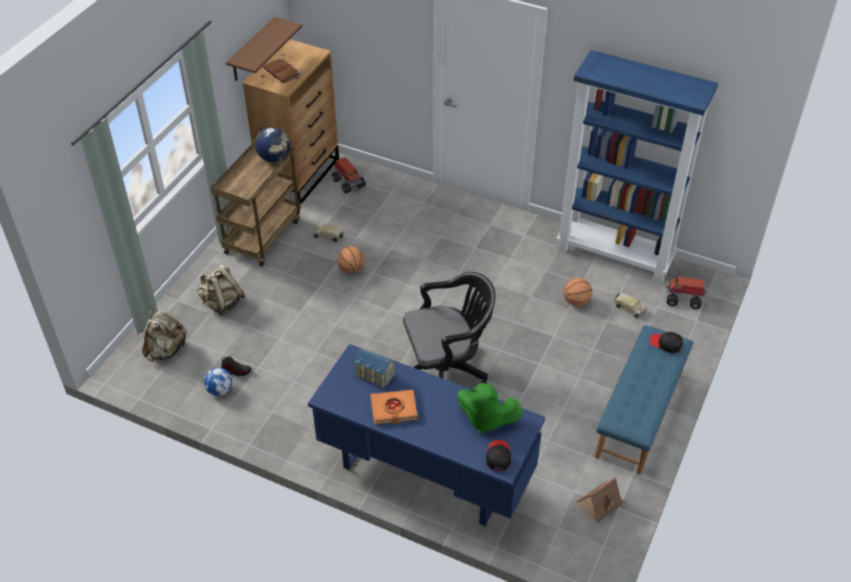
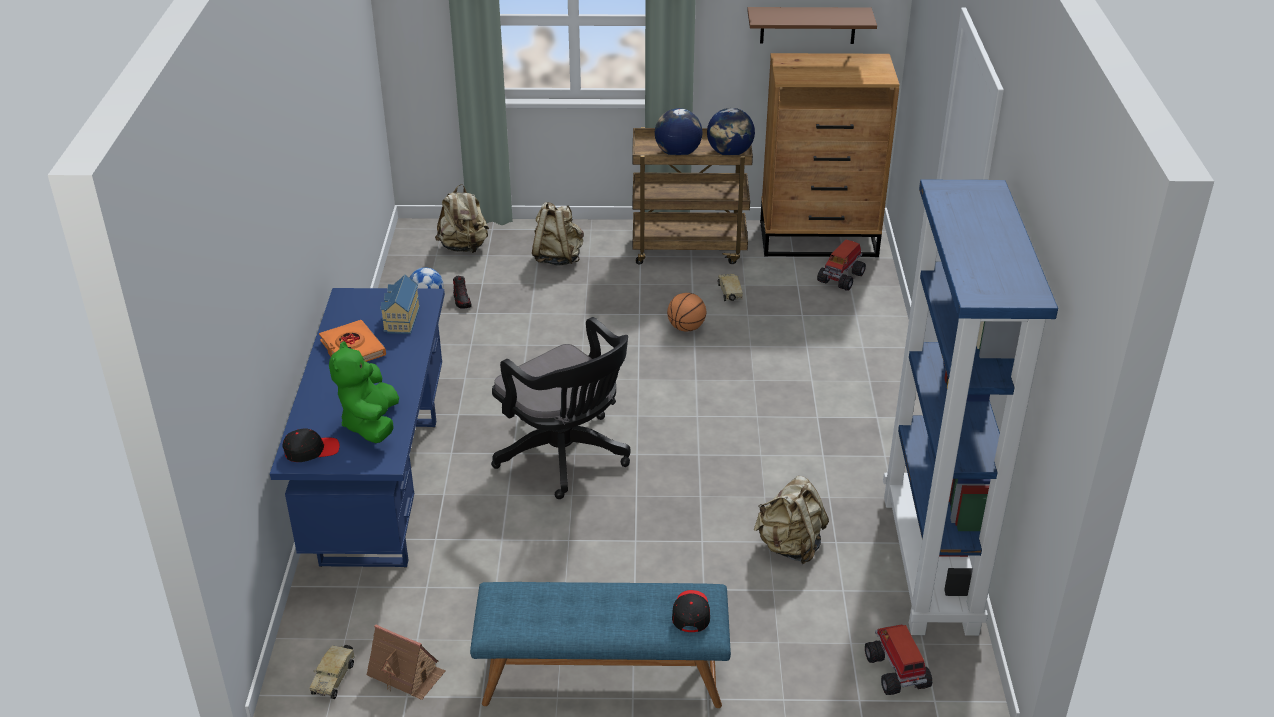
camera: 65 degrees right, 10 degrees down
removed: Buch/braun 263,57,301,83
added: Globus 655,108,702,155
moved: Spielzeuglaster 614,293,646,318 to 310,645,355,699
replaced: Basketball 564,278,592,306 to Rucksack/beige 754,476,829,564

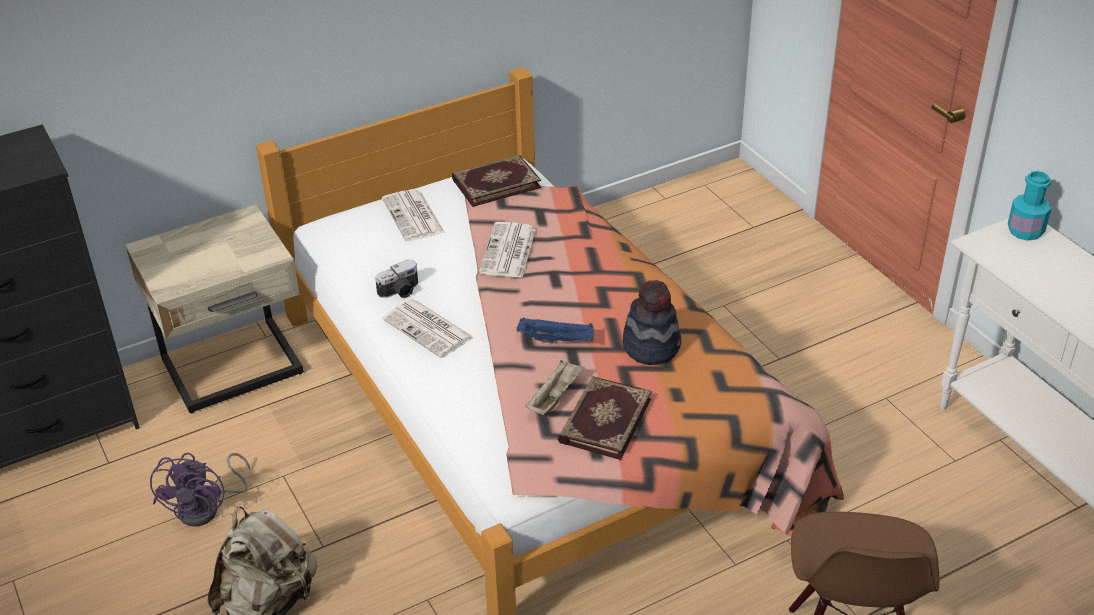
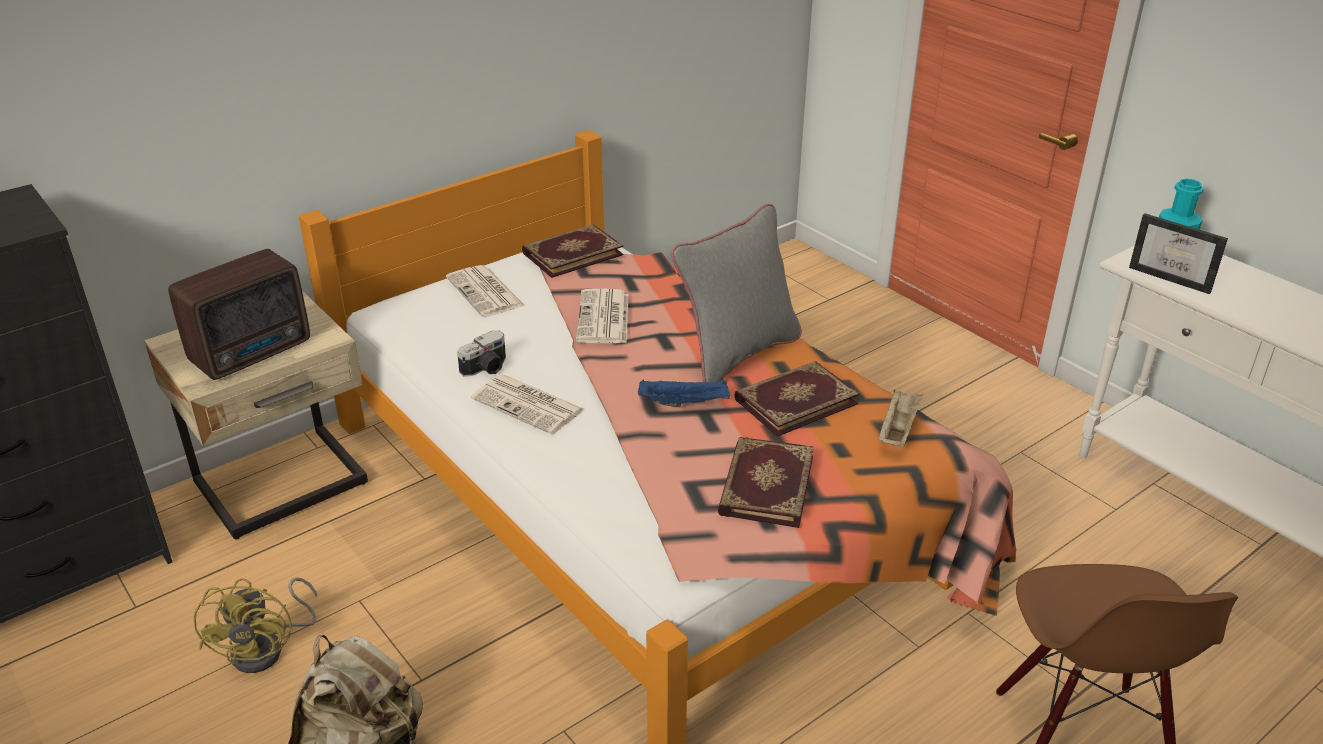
camera: 10 degrees left, 5 degrees down
added: Kissen/grau 671,204,802,383; Bilderrahmen 1129,213,1228,294; Radio 168,249,310,380
moved: Tablett/beige 526,360,585,415 to 878,389,923,447
replaced: Hut 623,280,681,365 to Buch 735,361,860,437
recoloured: Ventilator/lila 150,453,250,527 to Ventilator/gelb 194,578,317,673

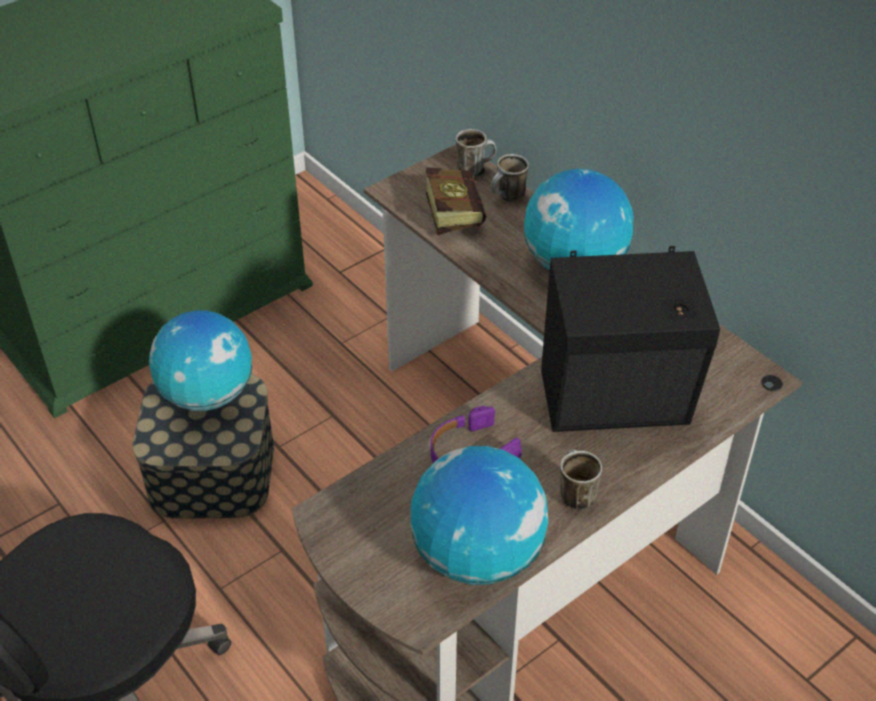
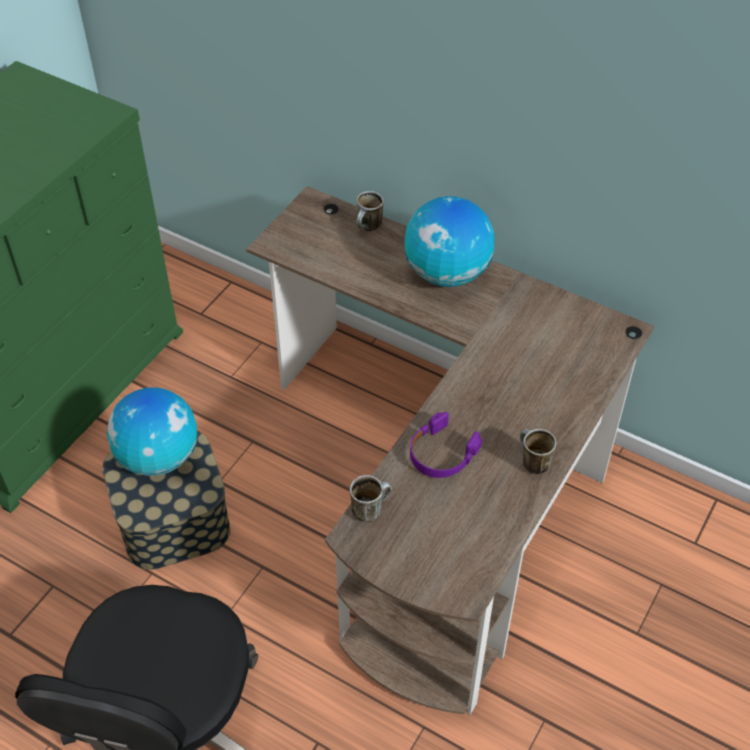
camera: 20 degrees left, 5 degrees up
removed: Buch 426,167,486,235; Lautsprecher/schwarz 541,246,720,432; Globus 411,446,548,585
moved: Henkelbecher 456,129,497,176 to 350,475,392,522

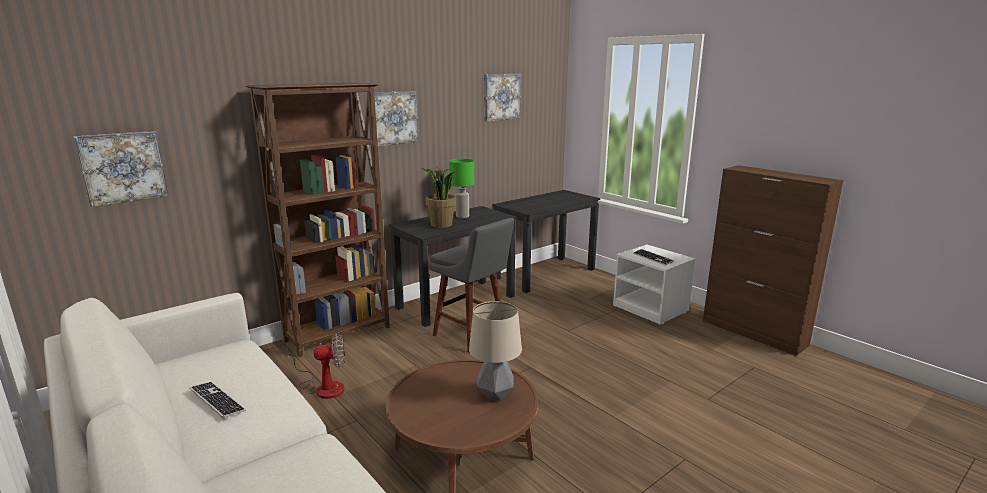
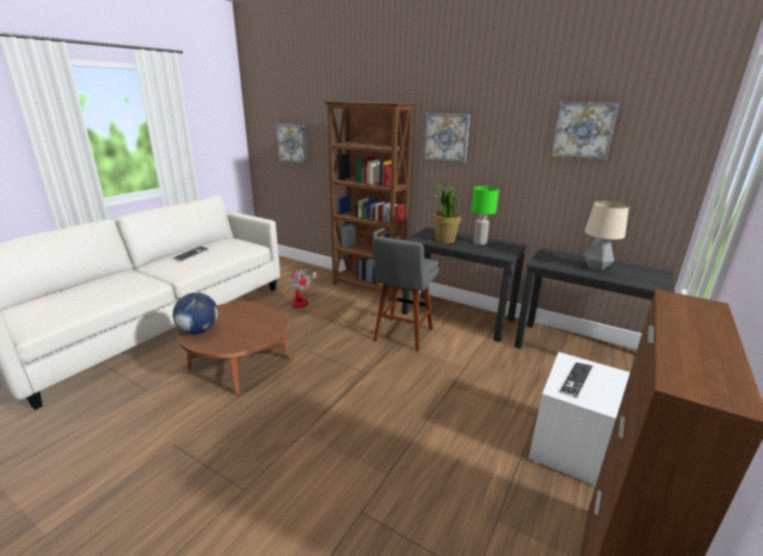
camera: 70 degrees right, 5 degrees up
added: Globus 173,293,218,334
moved: Tischlampe 469,301,522,401 to 584,201,629,271

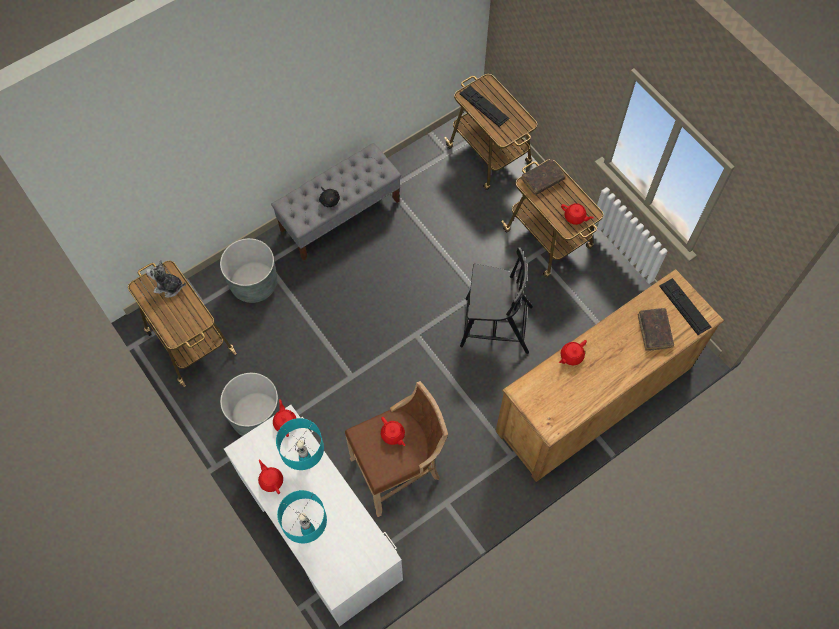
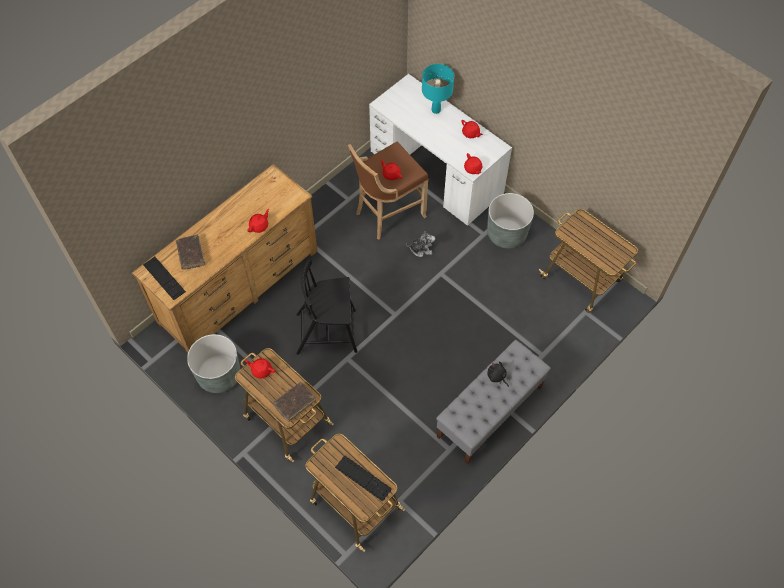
camera: 170 degrees right, 5 degrees down
removed: Tischlampe/türkis 276,418,324,470
moved: Pflanzkübel/grau 220,238,277,303 to 187,334,240,393; Plüschtier 146,260,186,298 to 406,231,435,257

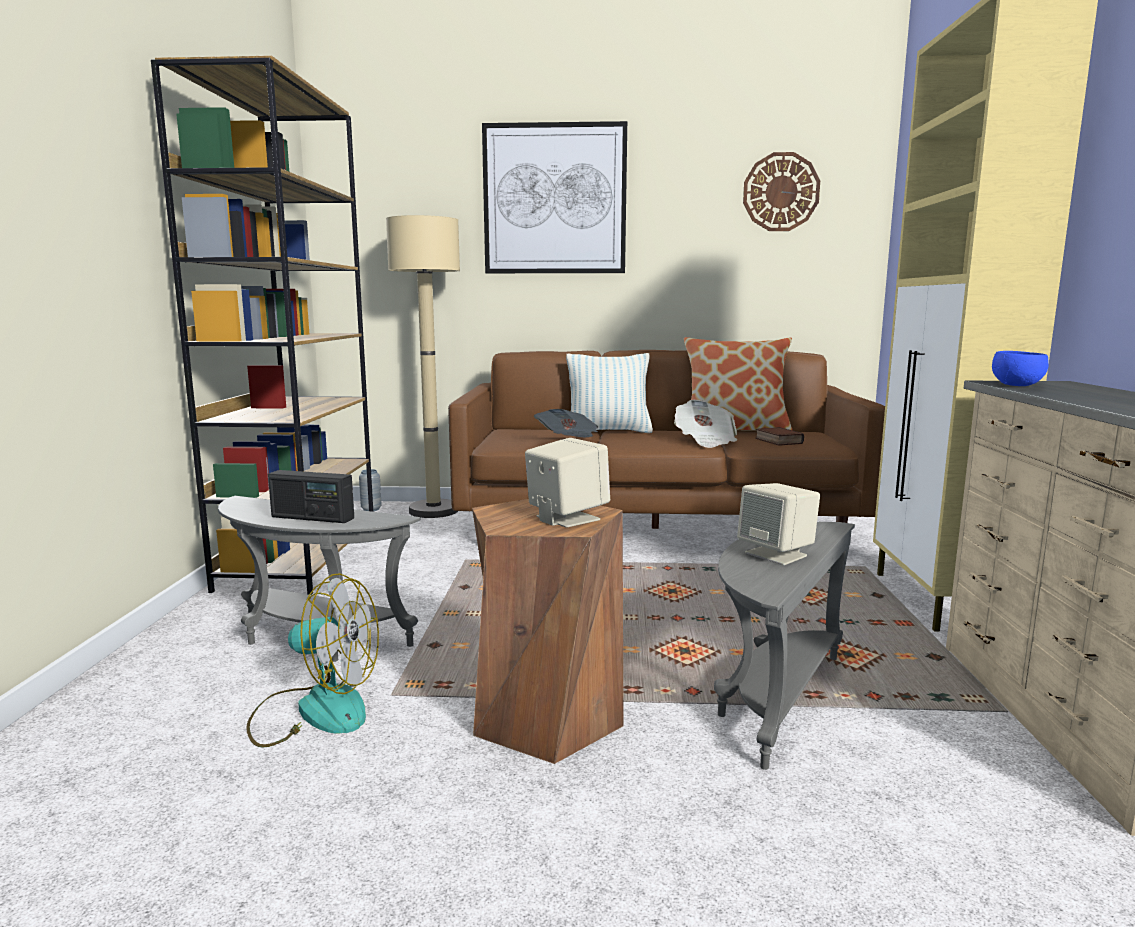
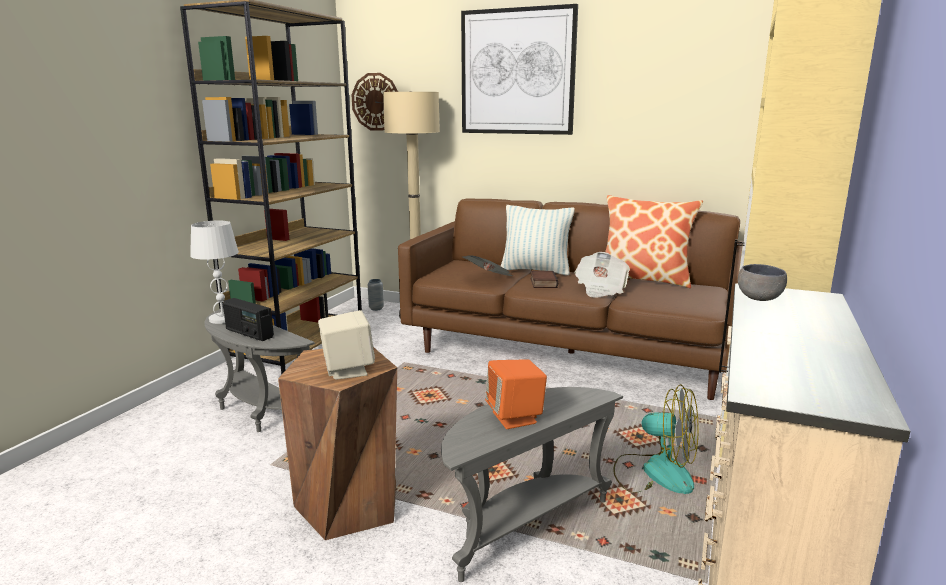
camera: 20 degrees right, 5 degrees up
added: Tischlampe/weiß 190,221,239,324
moved: Wanduhr 743,152,820,231 to 351,73,398,131; Buch 755,427,804,446 to 530,271,558,288; Ventilator 246,573,379,748 to 613,384,699,494
recoloured: Schüssel/blau 992,351,1049,386 to Schüssel/grau 738,264,787,301; Lautsprecher/beige 737,483,820,565 to Lautsprecher/orange 485,359,547,429

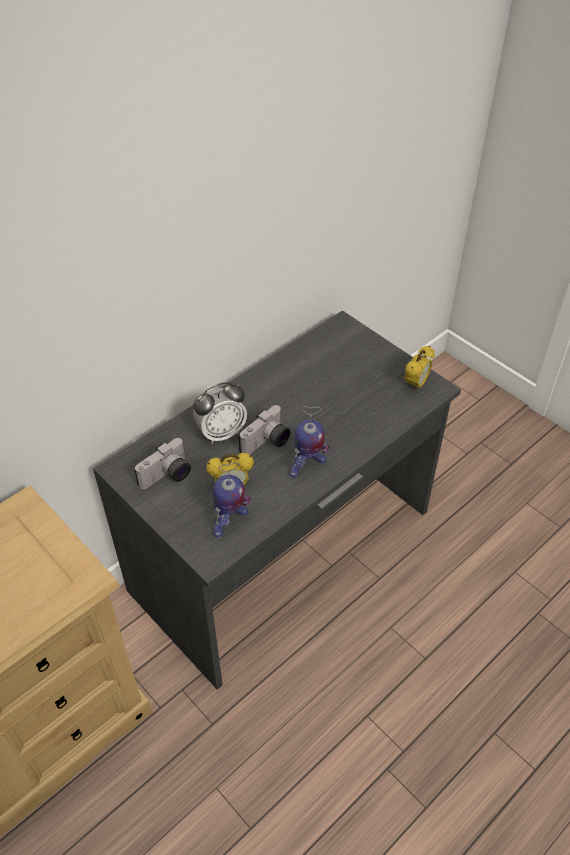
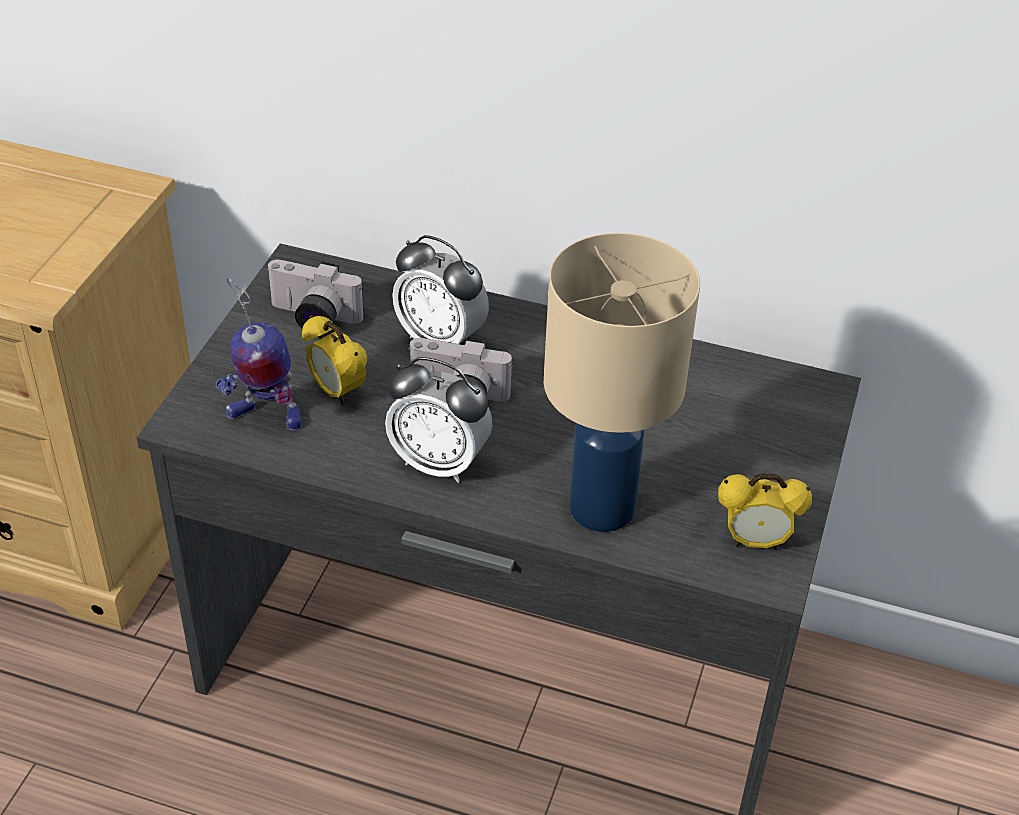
camera: 60 degrees right, 5 degrees down
added: Tischlampe/beige 544,233,700,532
replaced: Spielzeugroboter 290,406,330,478 to Wecker 385,357,492,483

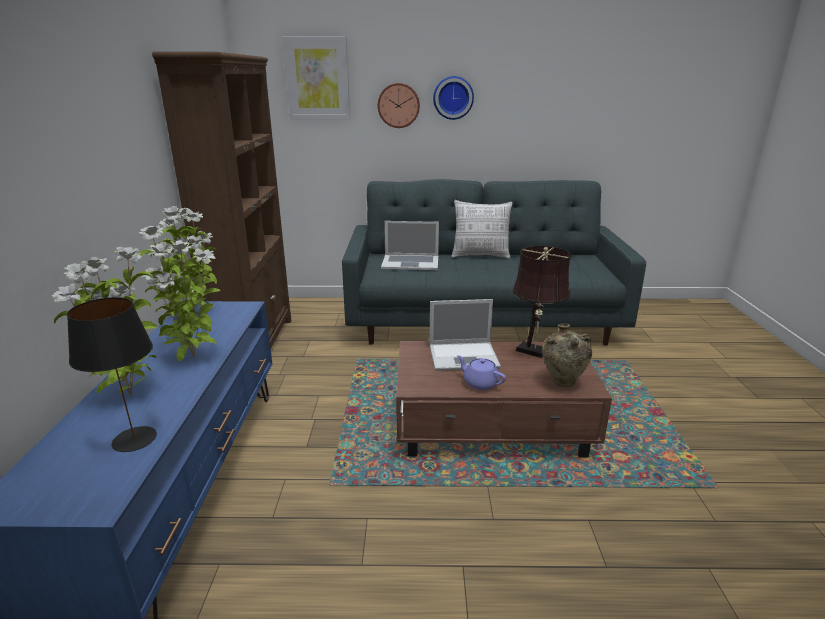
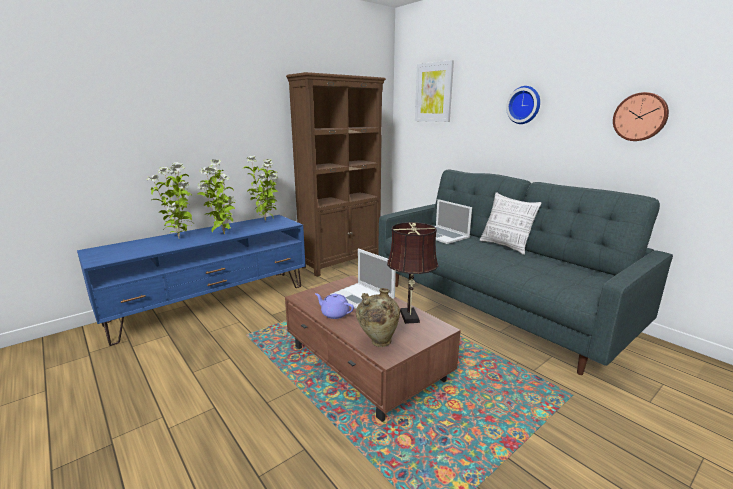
camera: 50 degrees right, 5 degrees down
removed: Tischlampe/schwarz 67,297,157,452
moved: Wanduhr 378,83,420,128 to 613,92,669,141
turned: Teekanne/lila 457,355,506,390 = 315,293,354,319 60 degrees counterclockwise

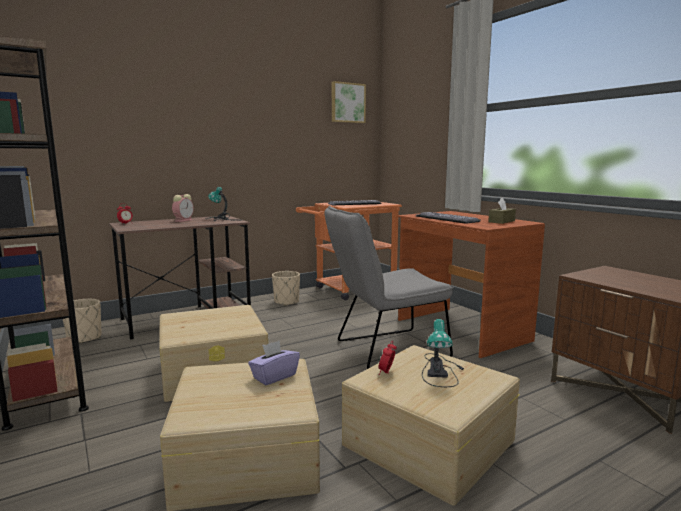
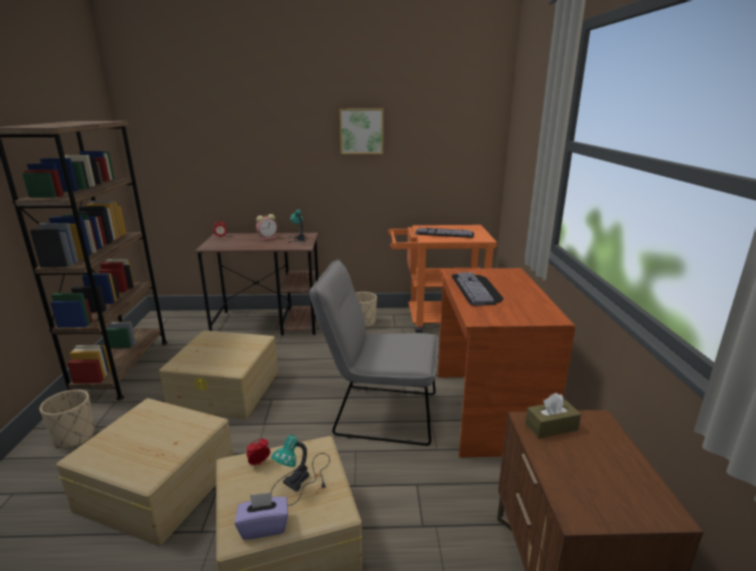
camera: 30 degrees right, 10 degrees up
moved: Bild 332,81,366,123 to 340,109,384,154; Taschentuchbox/braun 488,197,516,224 to 525,393,581,438; Pflanzkübel/beige 63,299,102,343 to 39,389,95,448; Taschentuchbox/lila 248,340,300,385 to 235,492,288,540

